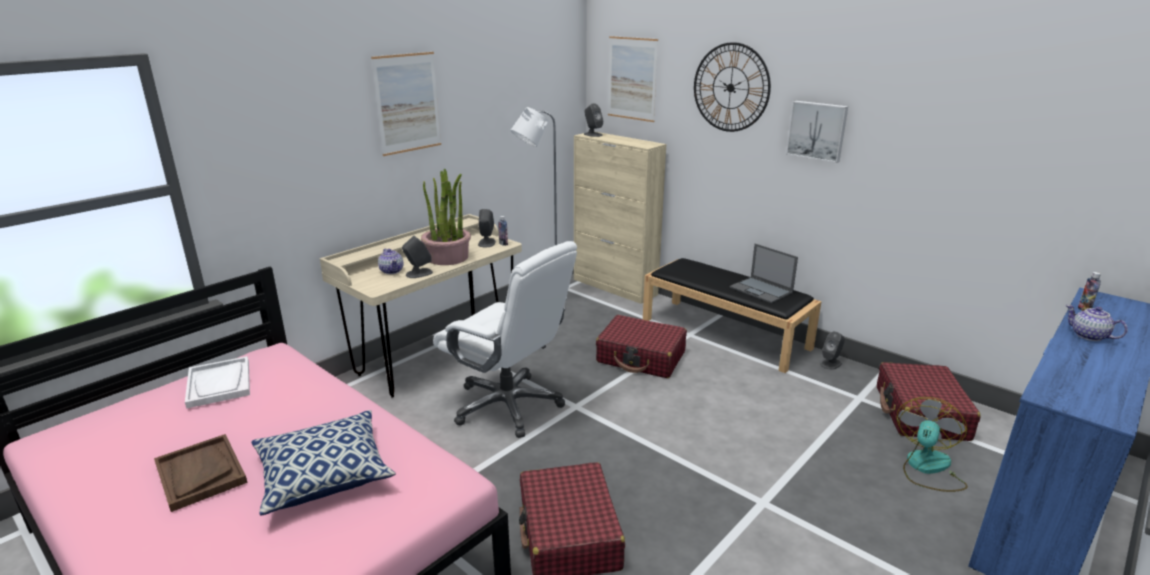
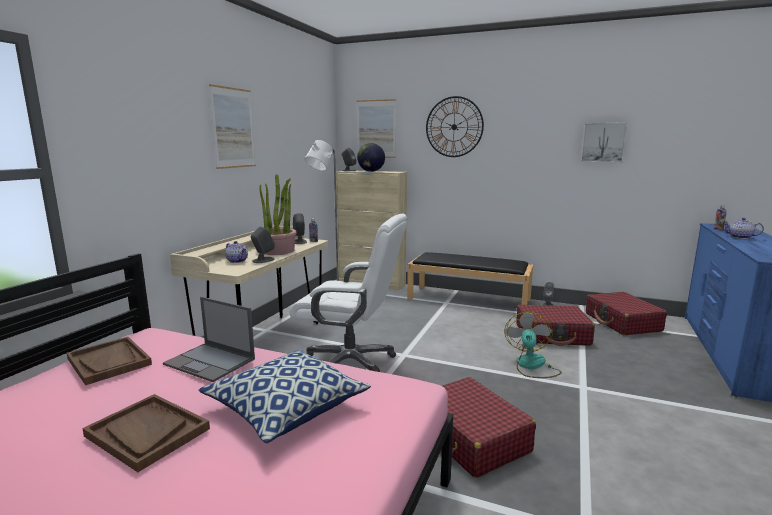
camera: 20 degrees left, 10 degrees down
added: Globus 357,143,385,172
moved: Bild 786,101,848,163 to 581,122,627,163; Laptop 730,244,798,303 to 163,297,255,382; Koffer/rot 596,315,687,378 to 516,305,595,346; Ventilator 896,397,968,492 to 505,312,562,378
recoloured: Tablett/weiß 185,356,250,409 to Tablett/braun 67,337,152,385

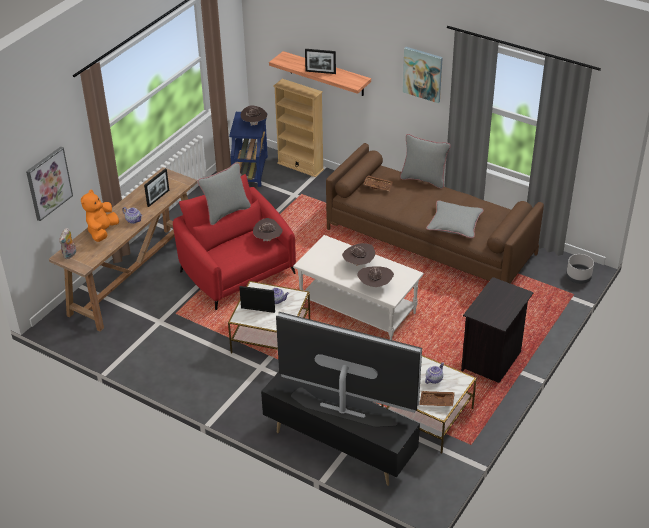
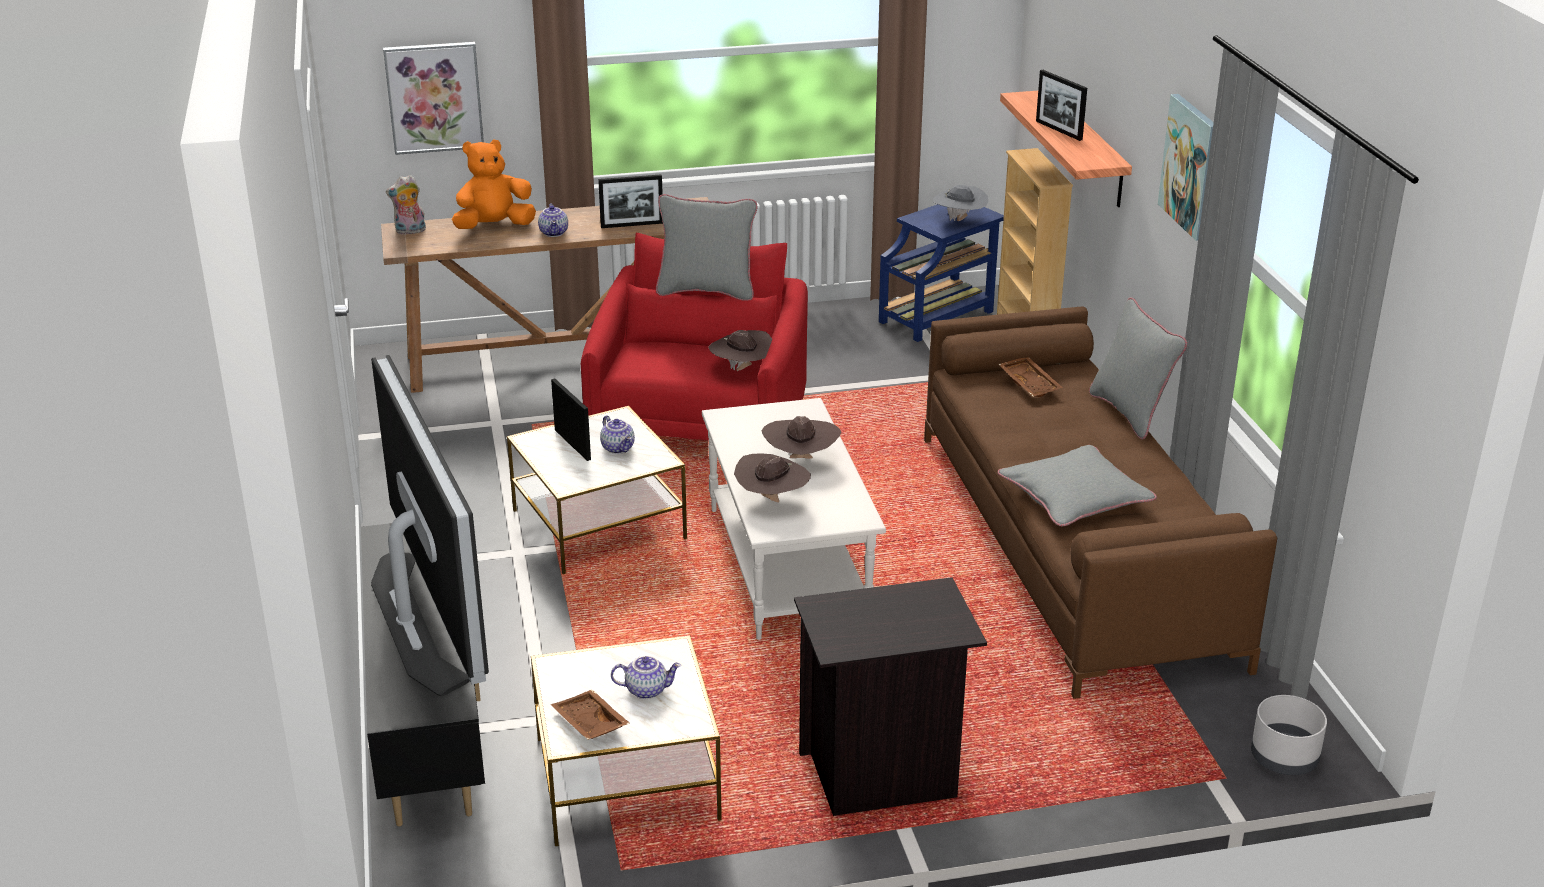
camera: 45 degrees right, 10 degrees down
recoloured: Hut/braun 241,105,267,126 to Hut/grau 933,184,988,221

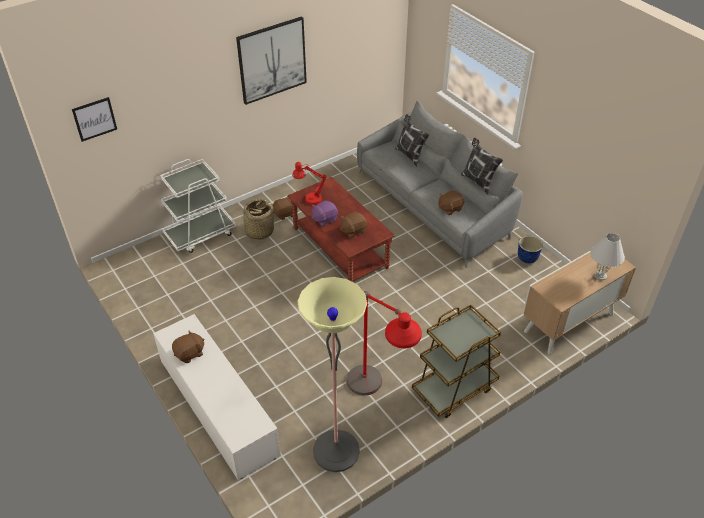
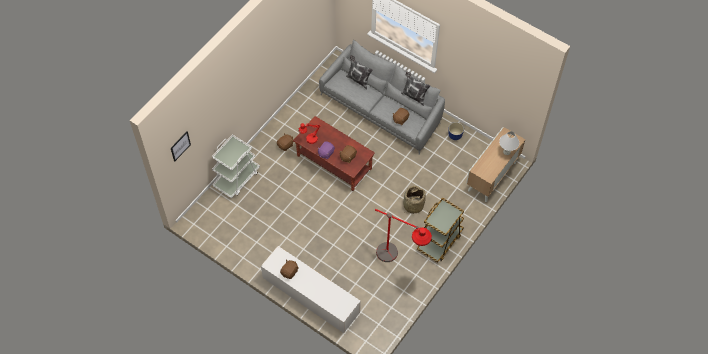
camera: 20 degrees left, 15 degrees up
removed: Bild 236,16,307,105; Stehlampe 297,277,367,472
moved: Korb 239,199,276,239 to 403,186,426,214

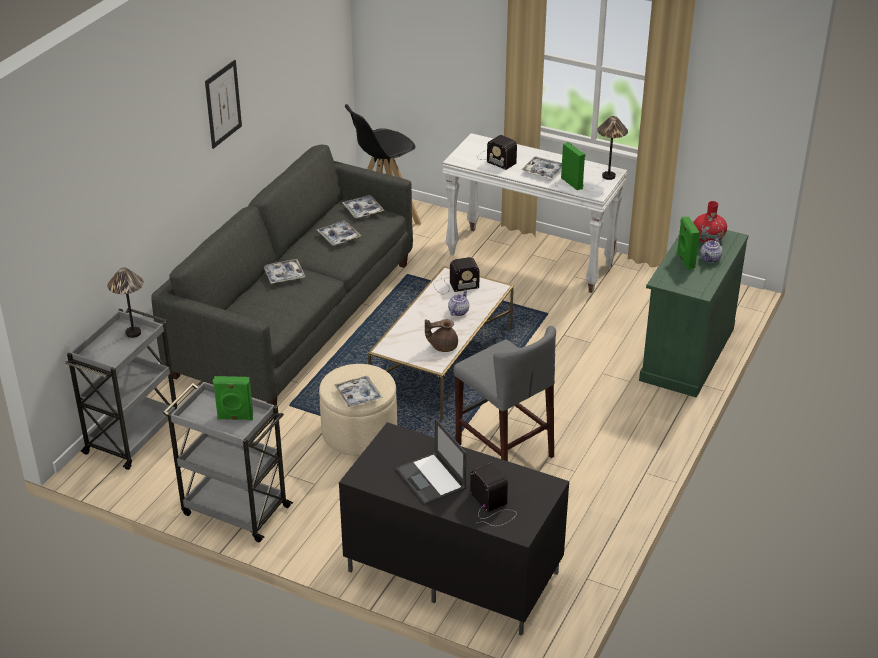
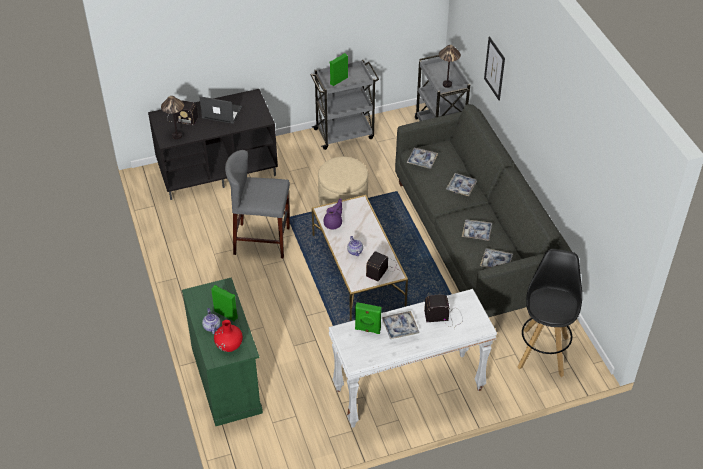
camera: 135 degrees right, 10 degrees up
moved: Bild 205,60,242,149 to 484,36,505,101; Tischlampe 597,116,628,180 to 161,96,184,139; Tablett 334,376,383,407 to 407,148,438,169
recoloured: Teekanne/braun 425,319,458,352 to Teekanne/lila 324,198,342,229

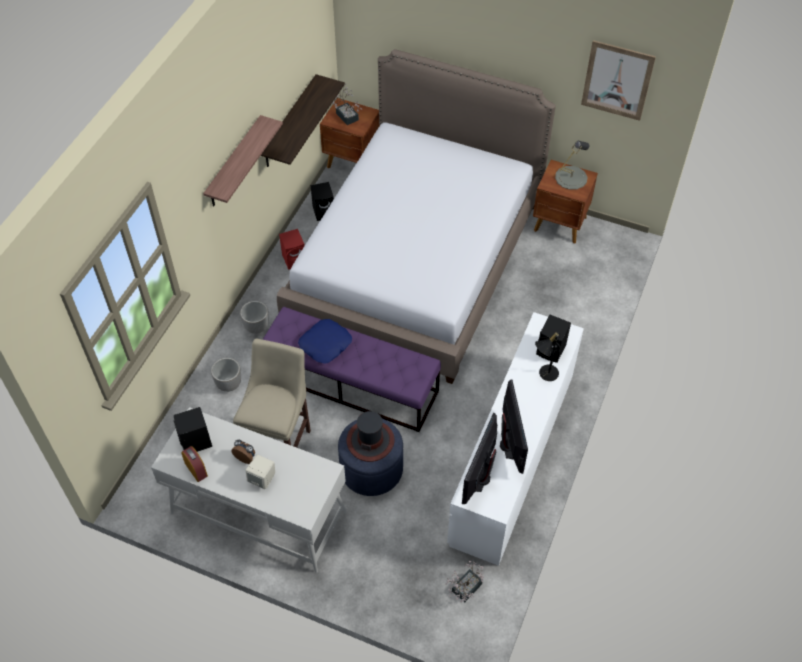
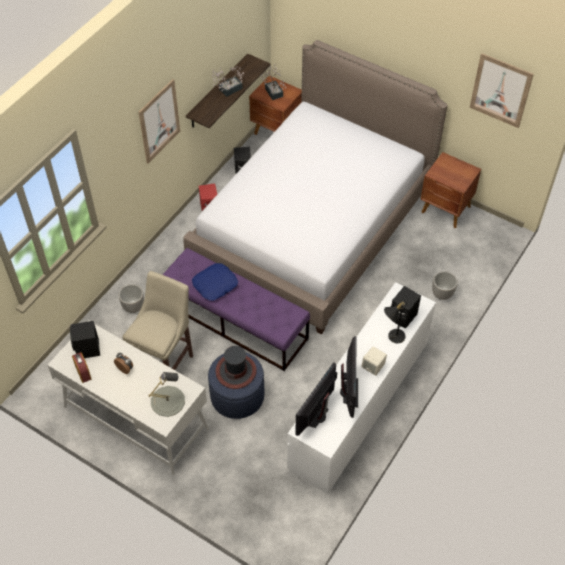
camera: 10 degrees right, 0 degrees up
moved: Tischlampe/grau 555,141,589,190 to 149,372,185,417; Pflanzkübel 240,301,269,334 to 432,271,458,300; Lautsprecher/beige 245,455,275,489 to 361,346,387,376; Topfpflanze 445,560,484,602 to 212,66,244,97
replaced: Wandregal 203,115,283,207 to Bild 138,79,180,163

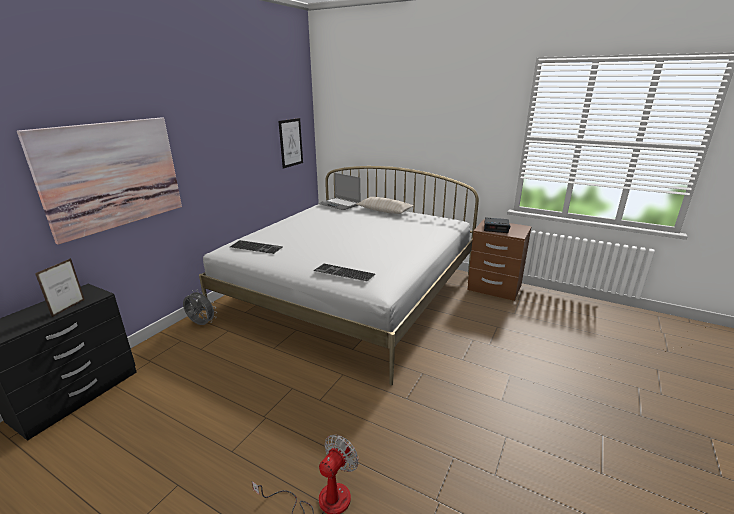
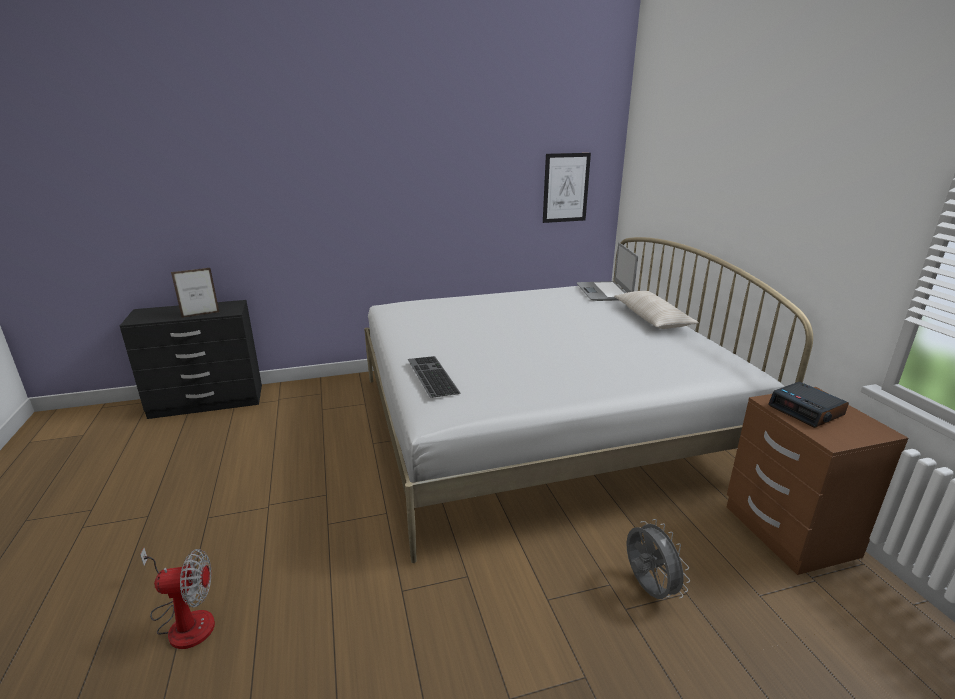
camera: 45 degrees right, 0 degrees up
removed: Bild 17,118,182,245; Tastatur 230,240,283,254
moved: Ventilator/grau 183,290,216,325 to 626,519,690,599

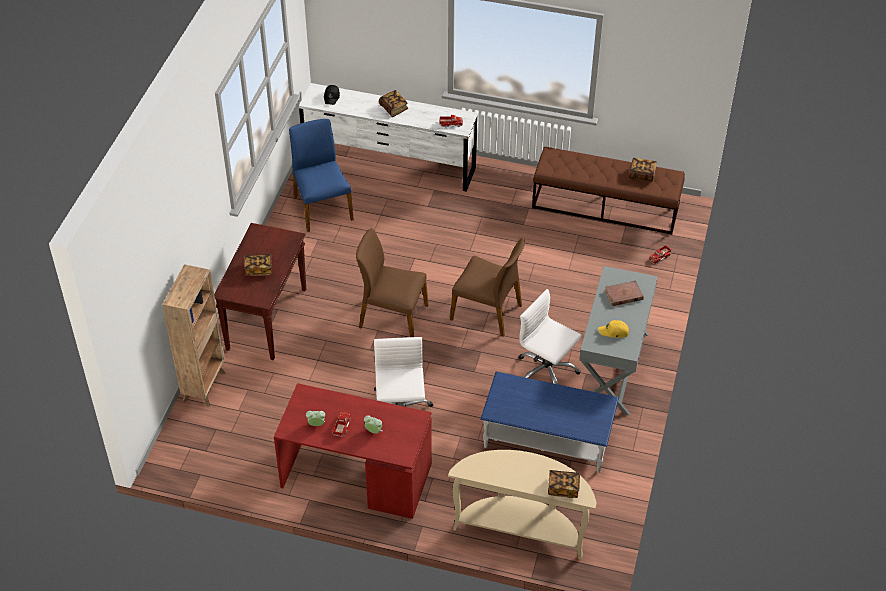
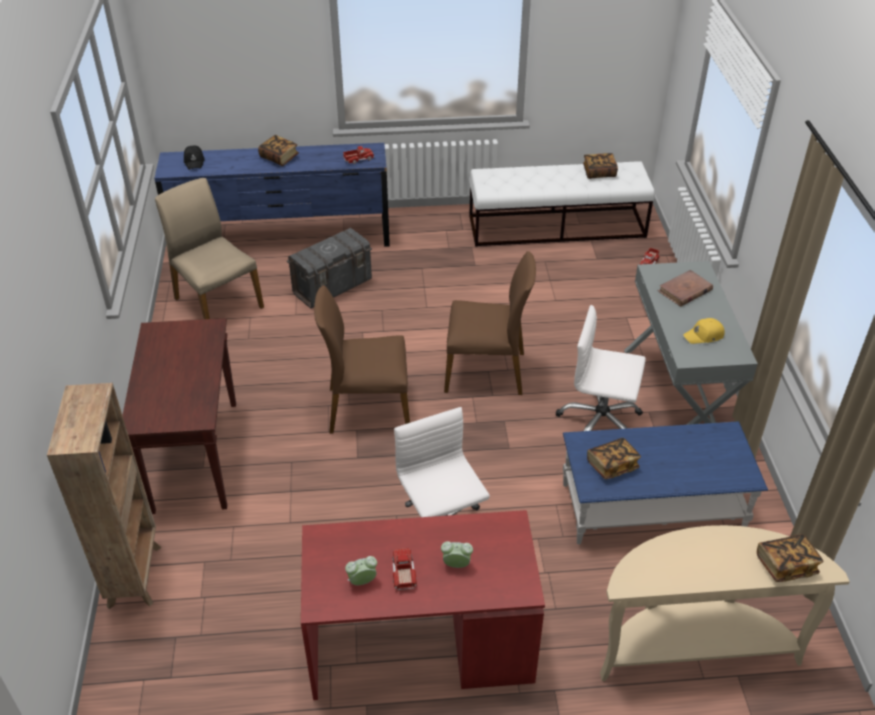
camera: 20 degrees left, 5 degrees down
added: Aufbewahrungsbox/grau 287,228,372,309
moved: Buch 244,254,272,276 to 587,438,641,479
recoloured: Kommode/weiß 299,83,477,192 to Kommode/blau 154,143,390,247; Stuhl/blau 289,119,354,232 to Stuhl/beige 155,178,264,319; Bank/braun 532,147,685,235 to Bank/weiß 469,161,655,247

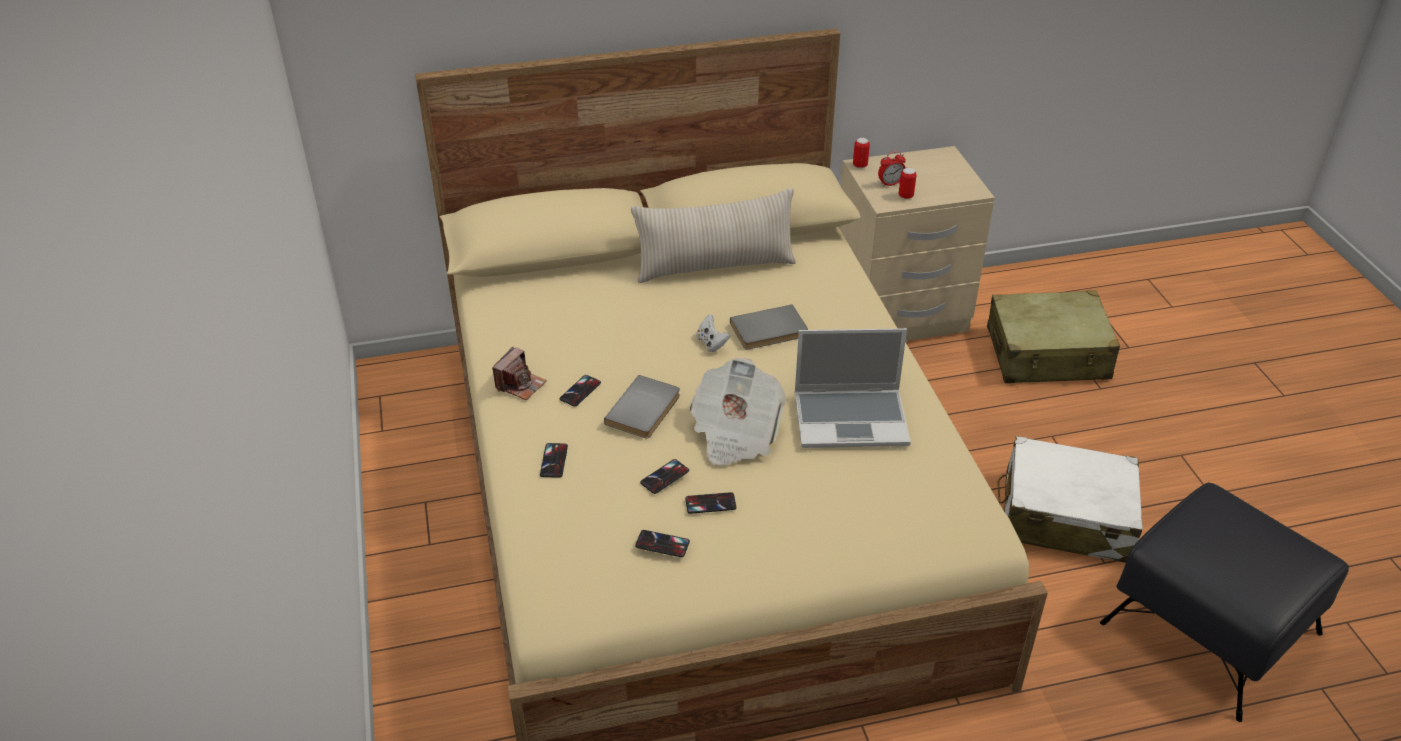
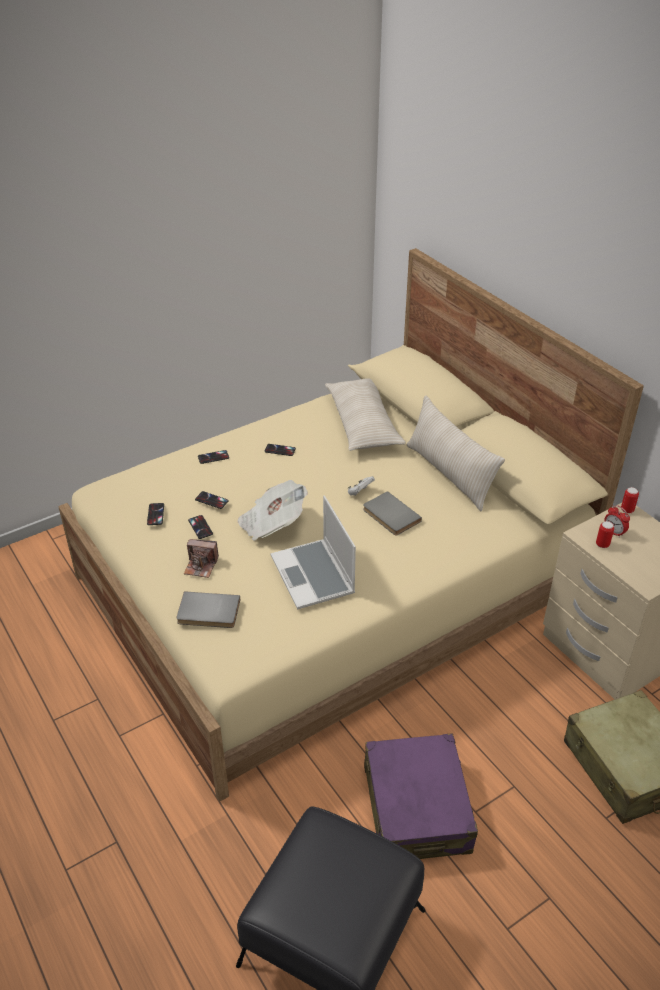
camera: 70 degrees right, 0 degrees up
added: Kissen/beige 325,378,406,451
moved: Kamera 492,347,547,400 to 184,539,219,578; Buch/grau 604,375,680,438 to 176,591,240,628
recoloured: Koffer/weiß 997,436,1143,563 to Koffer/lila 364,733,478,859

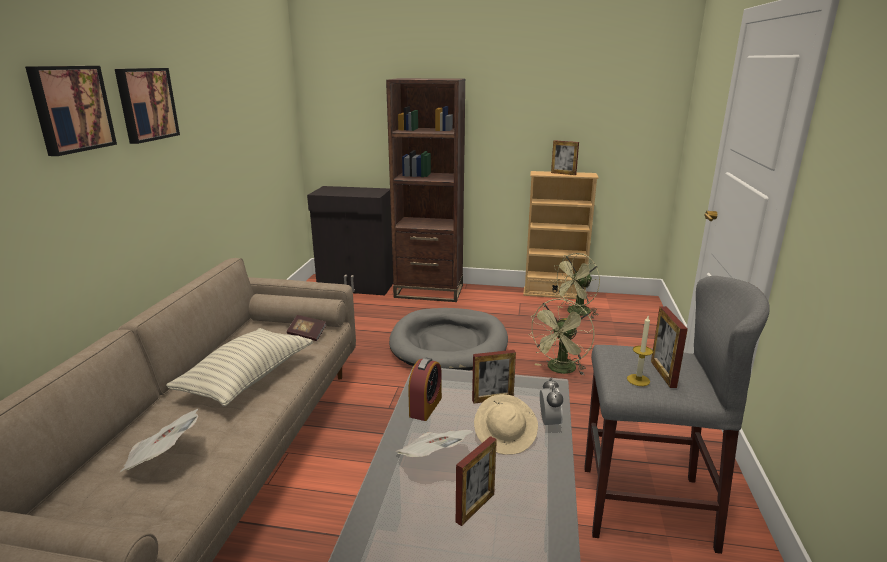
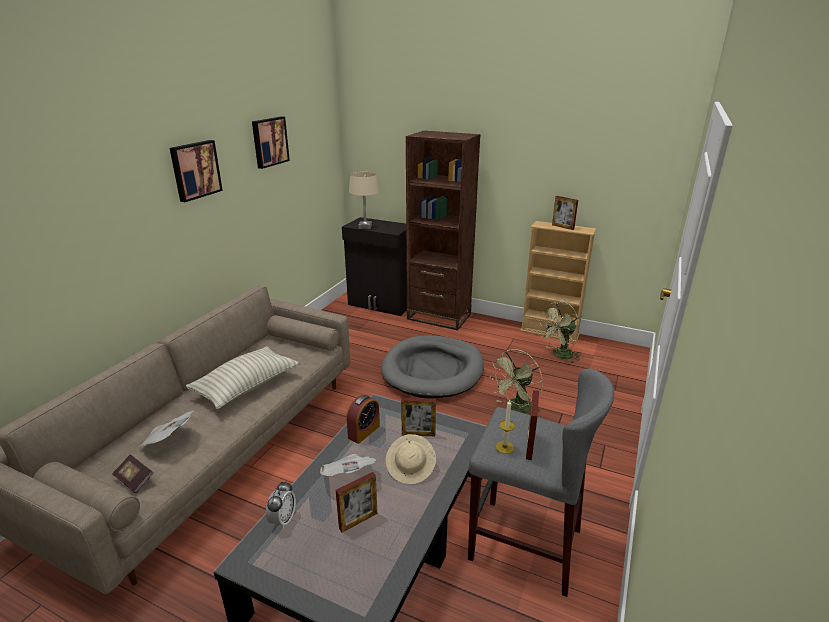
camera: 15 degrees right, 5 degrees up
added: Tischlampe/beige 349,172,379,229
moved: Bild 25,66,117,156 to 252,116,290,169; Buch 287,315,327,341 to 112,454,154,493; Wecker 540,378,563,430 to 266,481,296,529

